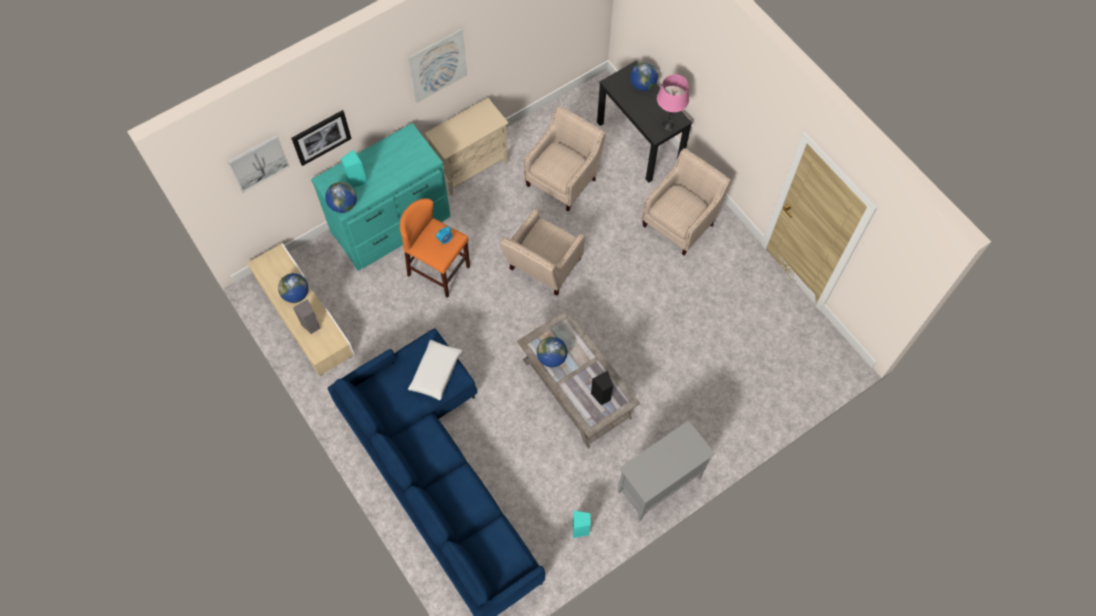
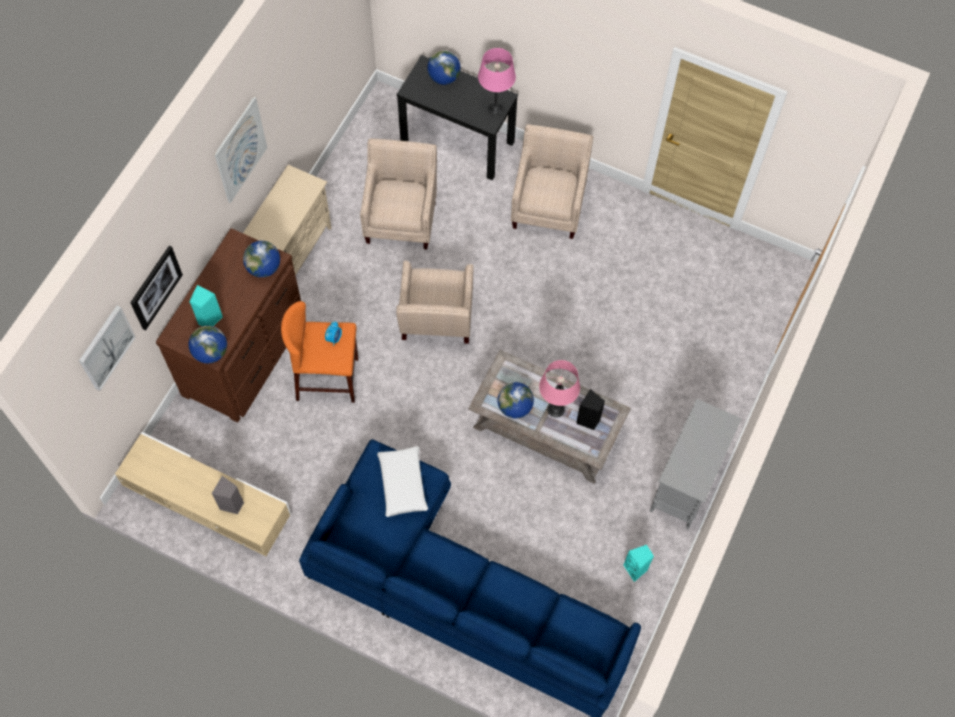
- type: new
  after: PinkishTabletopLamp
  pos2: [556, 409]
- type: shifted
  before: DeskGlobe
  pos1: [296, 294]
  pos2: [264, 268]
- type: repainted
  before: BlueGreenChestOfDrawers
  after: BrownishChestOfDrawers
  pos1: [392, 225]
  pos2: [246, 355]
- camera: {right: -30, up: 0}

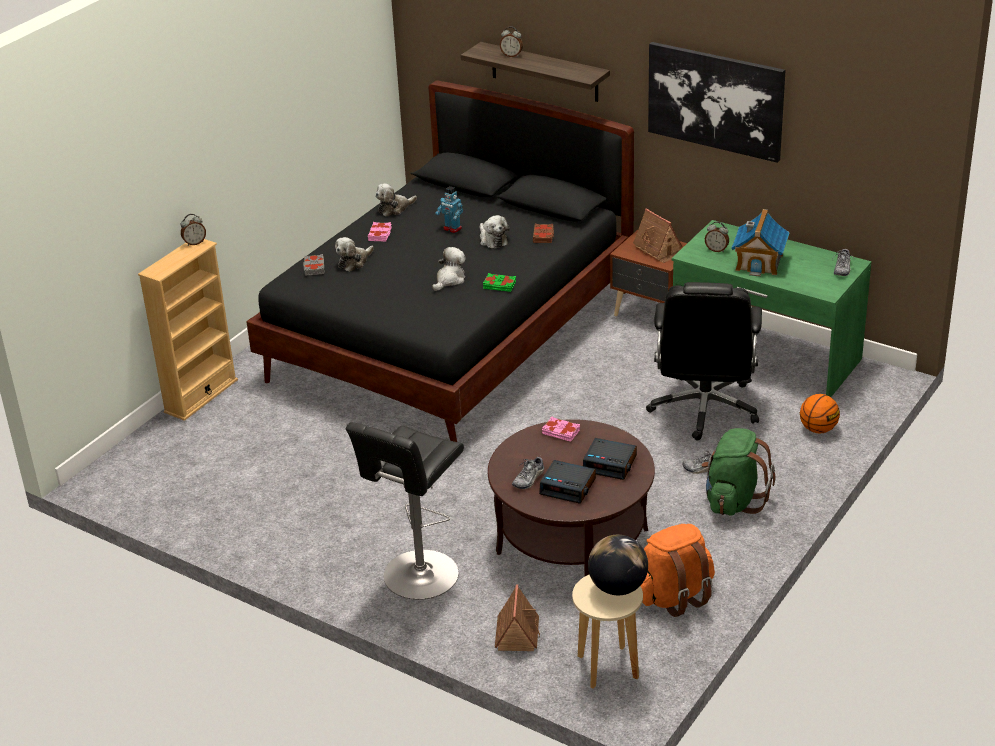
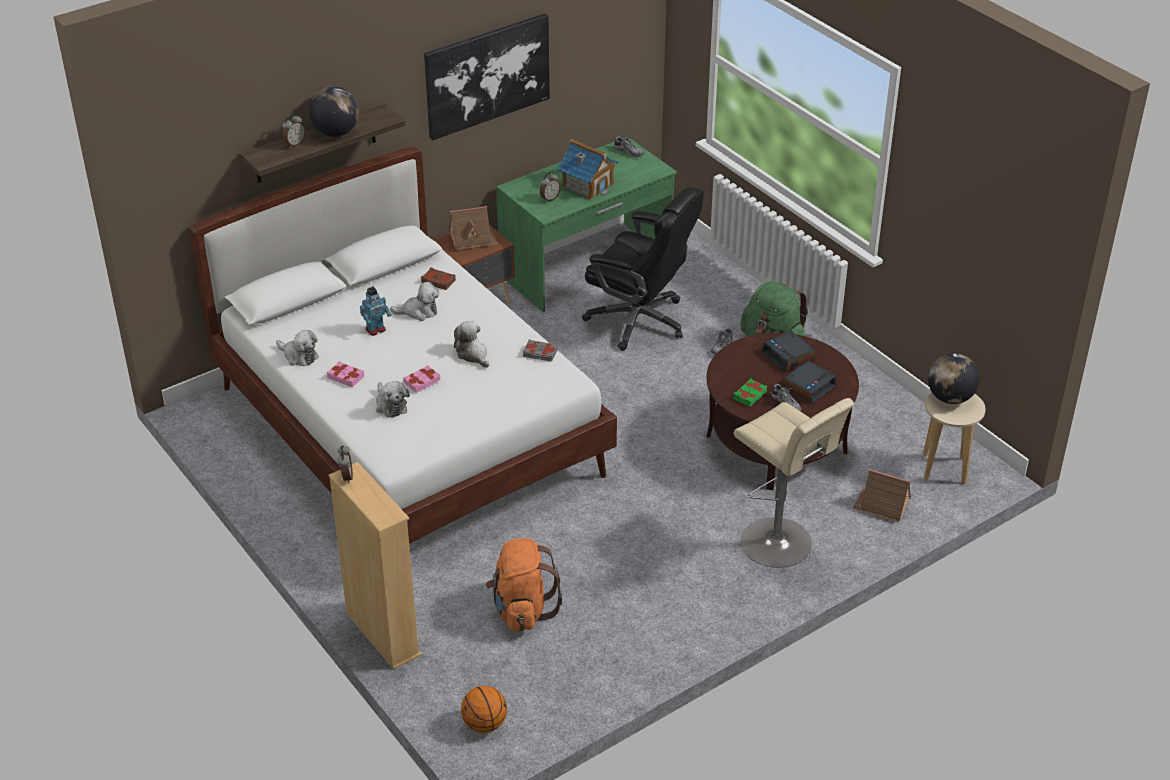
- type: new
  after: DeskGlobe
  pos2: [336, 133]
- type: shifted
  before: GrayBoundBook
  pos1: [314, 267]
  pos2: [540, 353]
- type: shifted
  before: GreenishBoundBook
  pos1: [499, 285]
  pos2: [750, 395]
- type: shifted
  before: PinkishBoundBook
  pos1: [560, 432]
  pos2: [422, 382]
- type: shifted
  before: OrangeyRucksack
  pos1: [673, 596]
  pos2: [522, 610]
- type: shifted
  before: BasketballBall
  pos1: [818, 429]
  pos2: [484, 724]
- type: repainted
  before: BlackishBedroomBed
  after: WhiteBedroomBed
  pos1: [451, 336]
  pos2: [410, 430]
- type: repainted
  before: BlackishStool
  after: BeigeColouredStool
  pos1: [418, 578]
  pos2: [780, 545]
- type: rotated
  before: SoftToy
  pos1: [394, 208]
  pos2: [299, 356]
  turn: -45
- type: rotated
  before: AlarmClock
  pos1: [610, 464]
  pos2: [789, 356]
  turn: 105
- camera: {right: -70, up: 5}

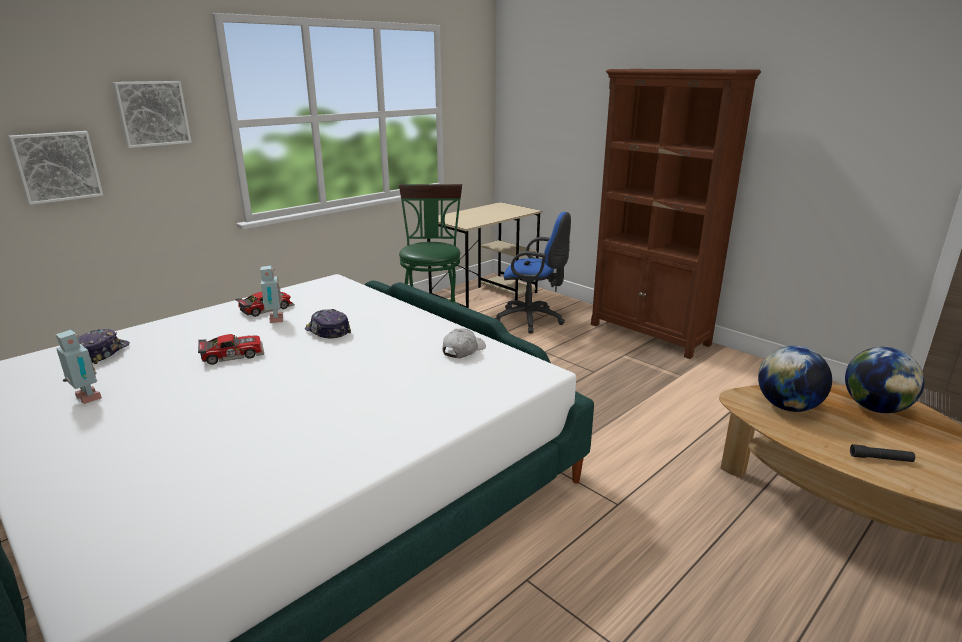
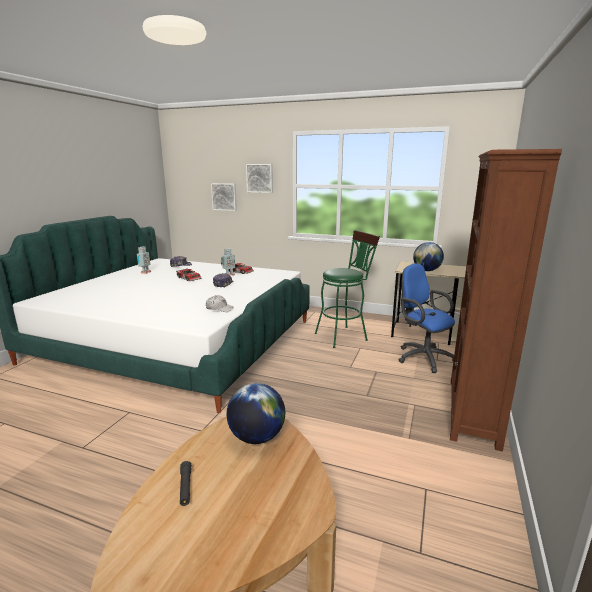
- type: shifted
  before: DeskGlobe
  pos1: [875, 408]
  pos2: [426, 270]
- type: rotated
  before: BlueDeskChair
  pos1: [532, 320]
  pos2: [422, 357]
  turn: 150
- camera: {right: 65, up: -5}

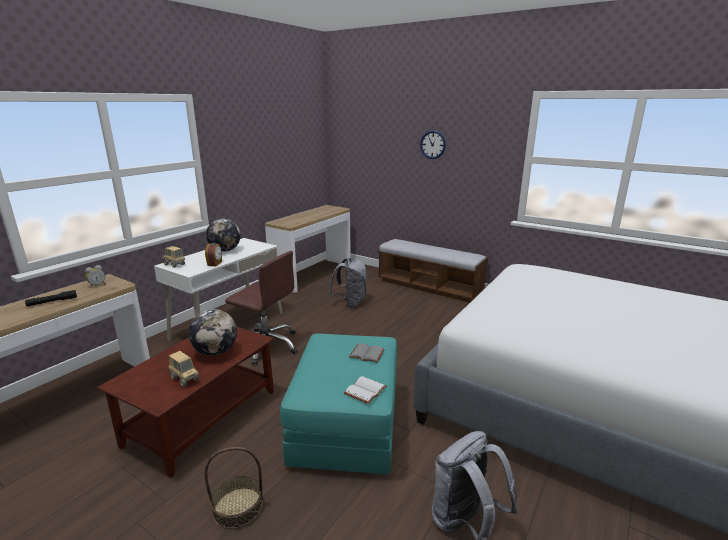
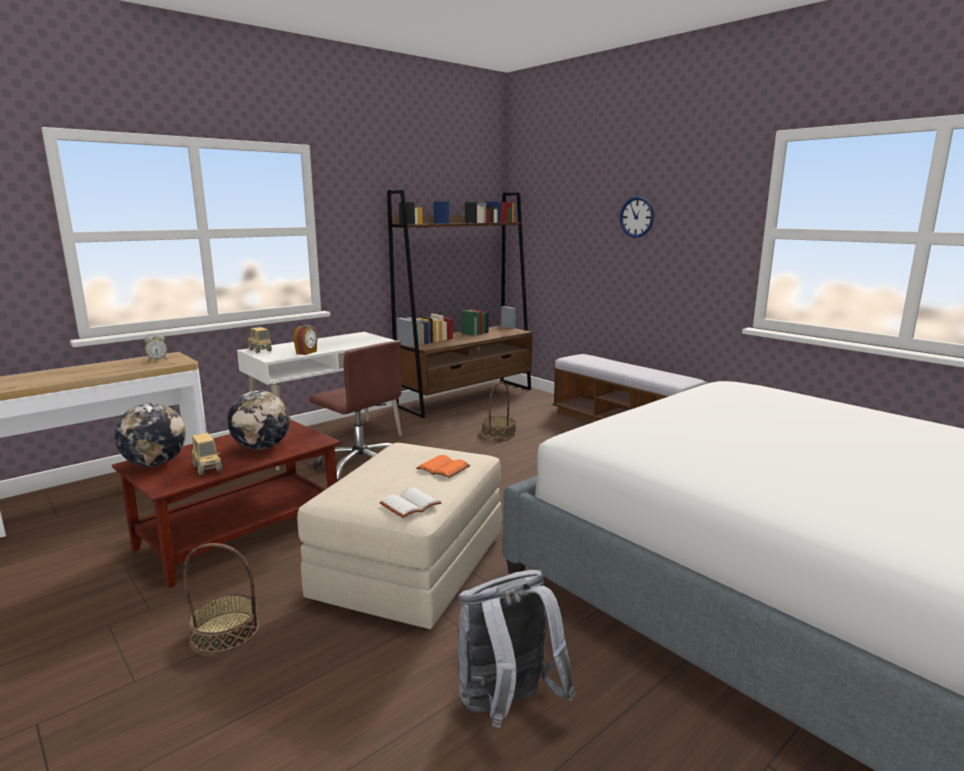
- type: gone
  before: BlackishHandTorch
  pos1: [52, 302]
- type: shifted
  before: DeskGlobe
  pos1: [225, 250]
  pos2: [155, 464]
- type: swapped
  before: HallTable
  after: BrownishBookcase
  pos1: [313, 275]
  pos2: [466, 397]
- type: swapped
  before: GrayRucksack
  after: HouseholdBasket
  pos1: [350, 302]
  pos2: [499, 432]
- type: repainted
  before: BlueGreenFootrest
  after: BeigeColouredFootrest
  pos1: [346, 424]
  pos2: [411, 566]
- type: repainted
  before: GrayBoundBook
  after: OrangeyBoundBook
  pos1: [367, 354]
  pos2: [444, 468]
- camera: {right: 15, up: -5}

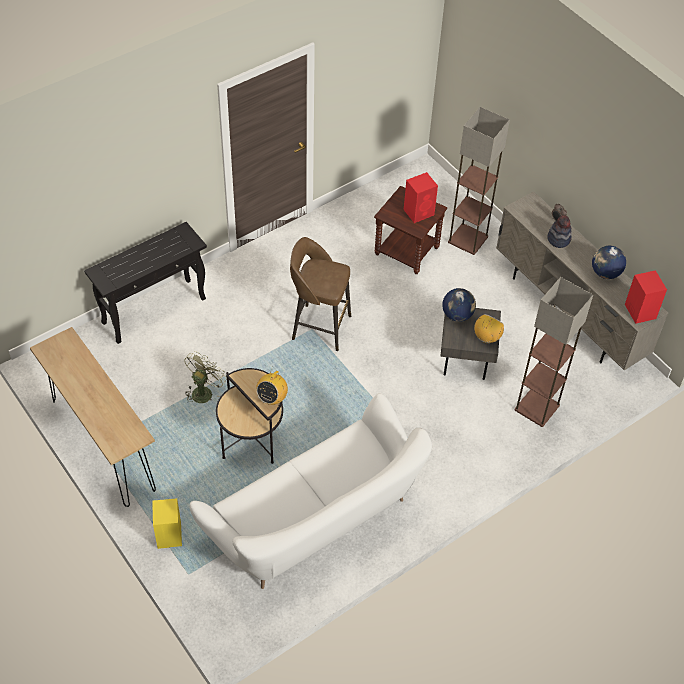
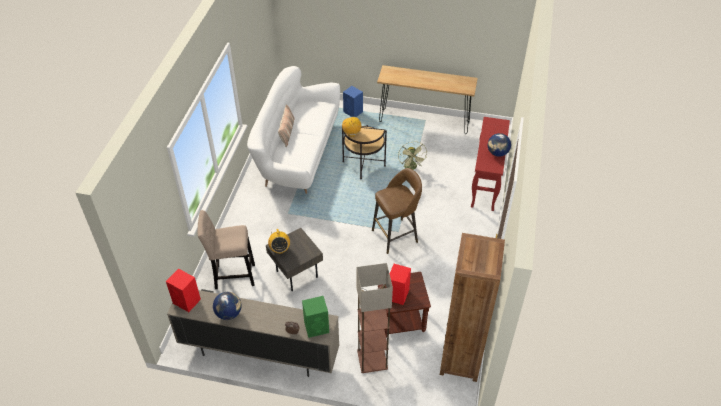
- type: gone
  before: WearableHat
  pos1: [558, 239]
- type: new
  after: Cushion
  pos2: [286, 132]
- type: new
  after: GreenishSpeaker
  pos2: [317, 327]
- type: new
  after: BrownishBookcase
  pos2: [461, 359]
- type: shifted
  before: DeskGlobe
  pos1: [457, 315]
  pos2: [497, 153]
- type: swapped
  before: StandingLamp
  after: BeigeColouredStool
  pos1: [537, 408]
  pos2: [232, 276]
- type: repainted
  before: BlackishHallTable
  after: ReddishHallTable
  pos1: [154, 310]
  pos2: [485, 185]
- type: repainted
  before: YellowishSpeaker
  after: BlueSpeaker
  pos1: [169, 534]
  pos2: [353, 112]
- camera: {right: 140, up: -5}

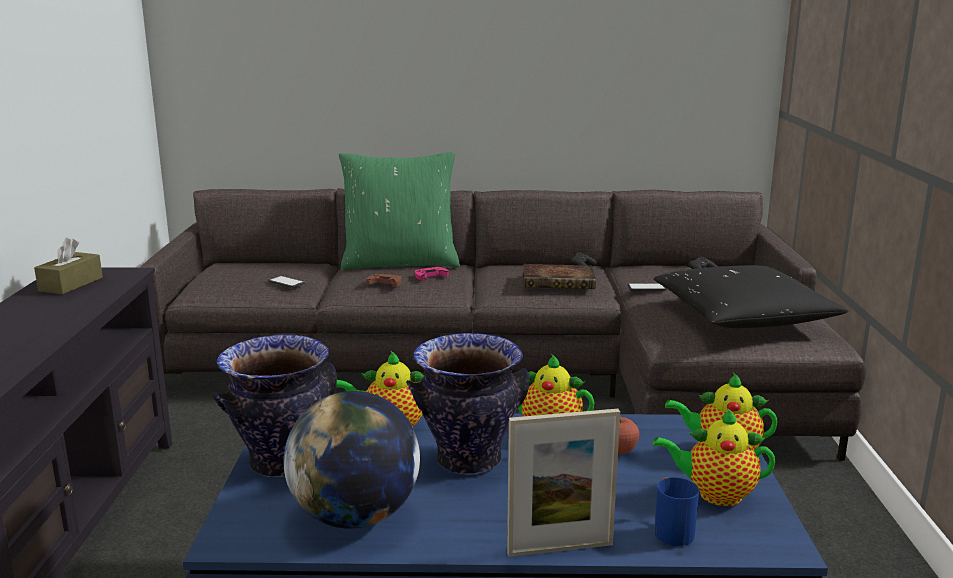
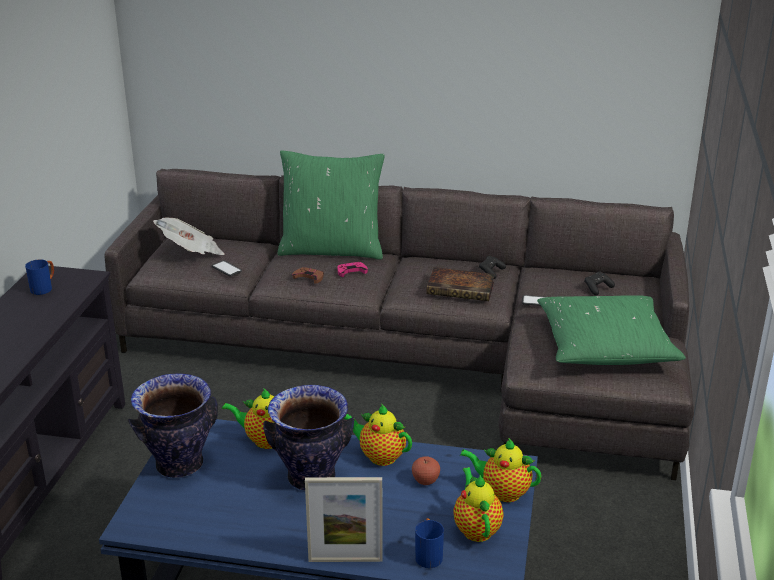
- type: gone
  before: DeskGlobe
  pos1: [355, 516]
- type: new
  after: Newspaper
  pos2: [191, 253]
- type: swapped
  before: BrownishTissueHolder
  after: BlueCoffeeMug
  pos1: [71, 284]
  pos2: [44, 288]
- type: repainted
  before: BlackishCushion
  after: GreenishCushion
  pos1: [742, 316]
  pos2: [605, 346]
- type: rotated
  before: TeaPot
  pos1: [715, 494]
  pos2: [476, 528]
  turn: 60
- camera: {right: 10, up: 10}

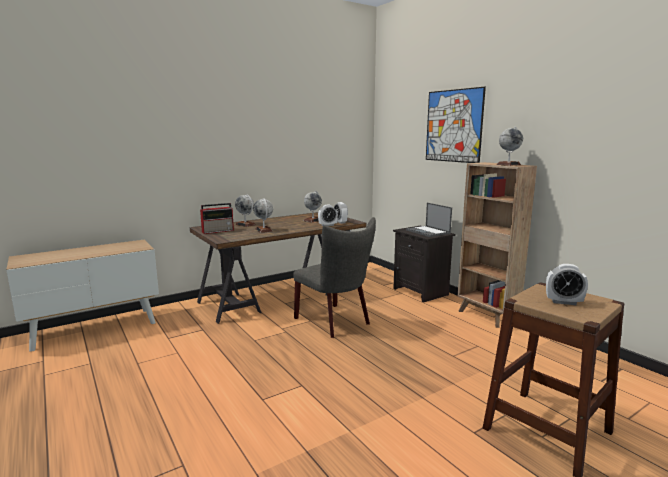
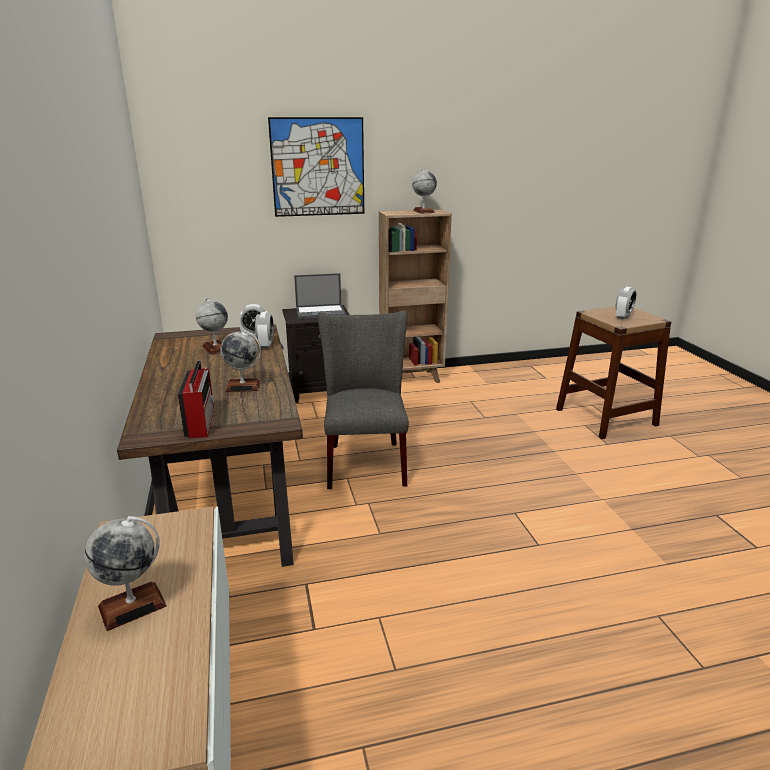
- type: shifted
  before: DeskGlobe
  pos1: [245, 224]
  pos2: [132, 606]
- type: rotated
  before: GrayUprightChair
  pos1: [335, 322]
  pos2: [365, 461]
  turn: -75
- camera: {right: -70, up: 10}

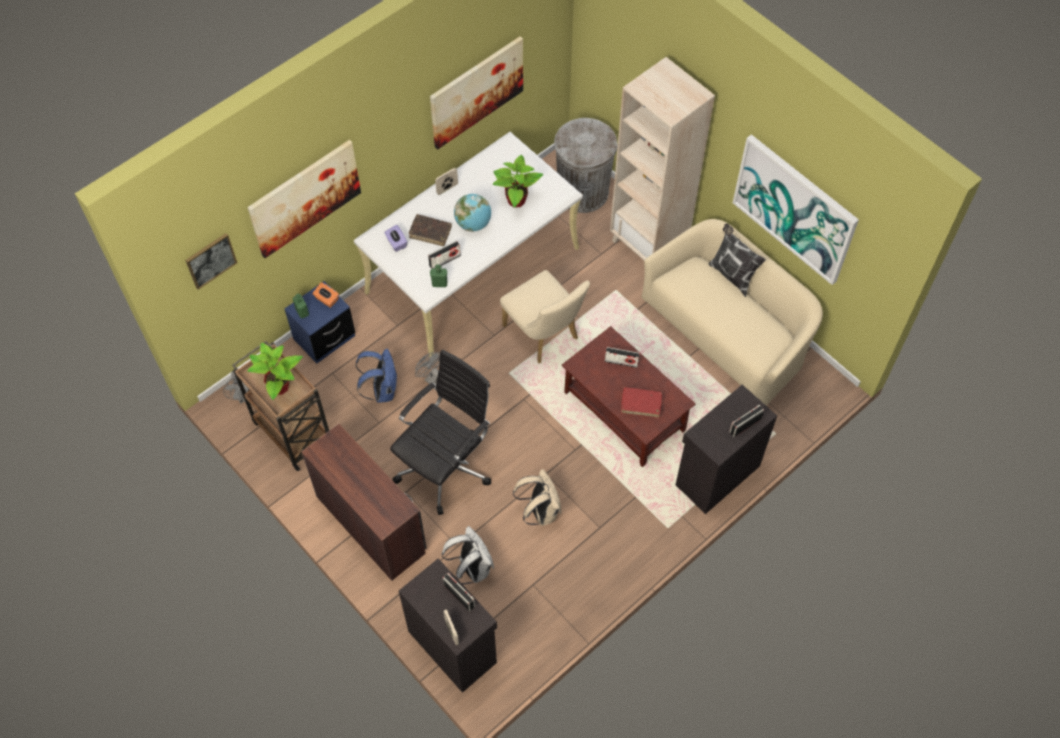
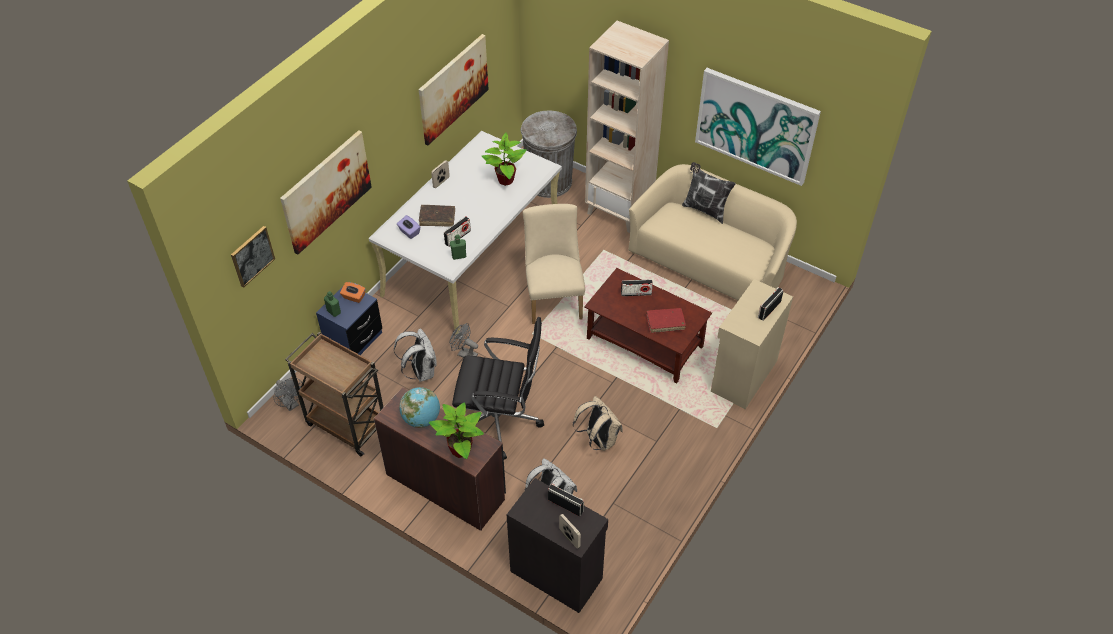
- type: shifted
  before: PottedPlant
  pos1: [280, 387]
  pos2: [461, 450]
- type: shifted
  before: DeskGlobe
  pos1: [473, 224]
  pos2: [421, 419]
- type: repainted
  before: BlueRucksack
  after: WhiteRucksack
  pos1: [382, 390]
  pos2: [421, 371]
- type: repainted
  before: BlackishCabinet
  after: BeigeColouredCabinet
  pos1: [716, 475]
  pos2: [742, 376]
- type: rotated
  before: BlackishDeskChair
  pos1: [446, 466]
  pos2: [500, 421]
  turn: 75
- type: rotated
  before: BeigeColouredUprightChair
  pos1: [544, 335]
  pos2: [553, 297]
  turn: -135
- camera: {right: -15, up: -10}

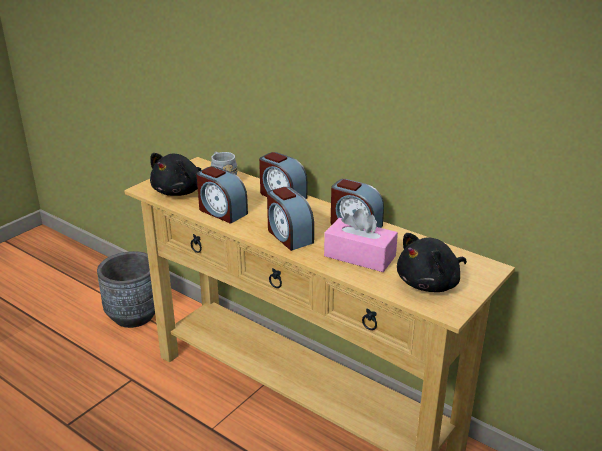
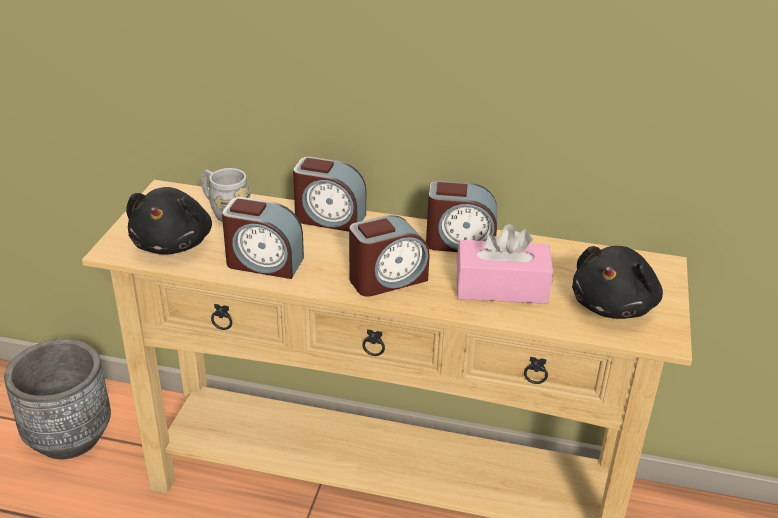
- type: rotated
  before: AlarmClock
  pos1: [289, 236]
  pos2: [387, 279]
  turn: -60
- camera: {right: -25, up: 5}

